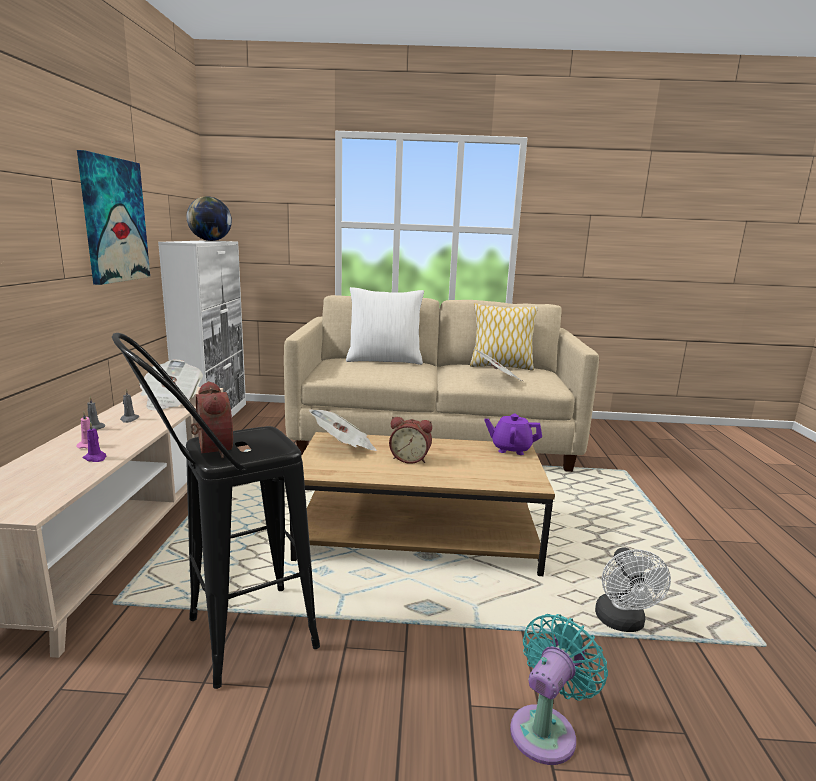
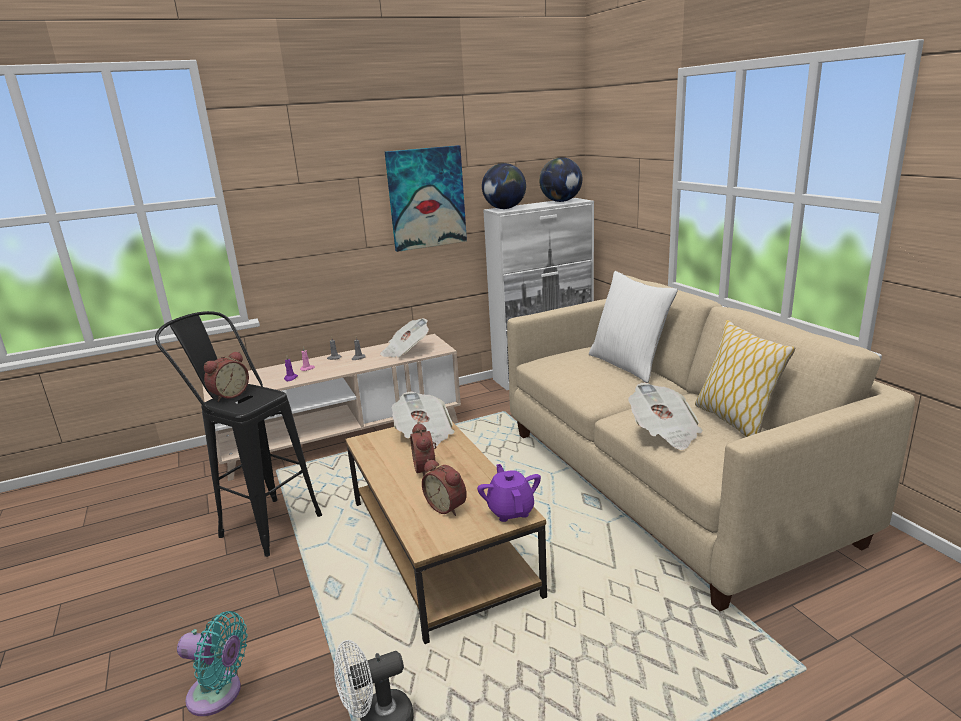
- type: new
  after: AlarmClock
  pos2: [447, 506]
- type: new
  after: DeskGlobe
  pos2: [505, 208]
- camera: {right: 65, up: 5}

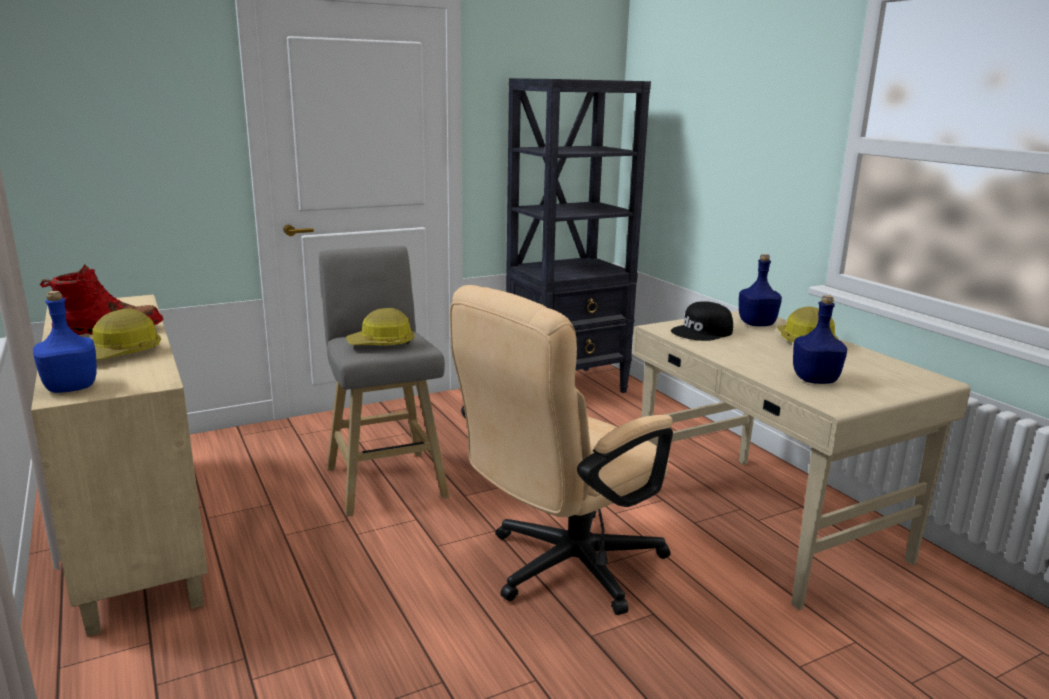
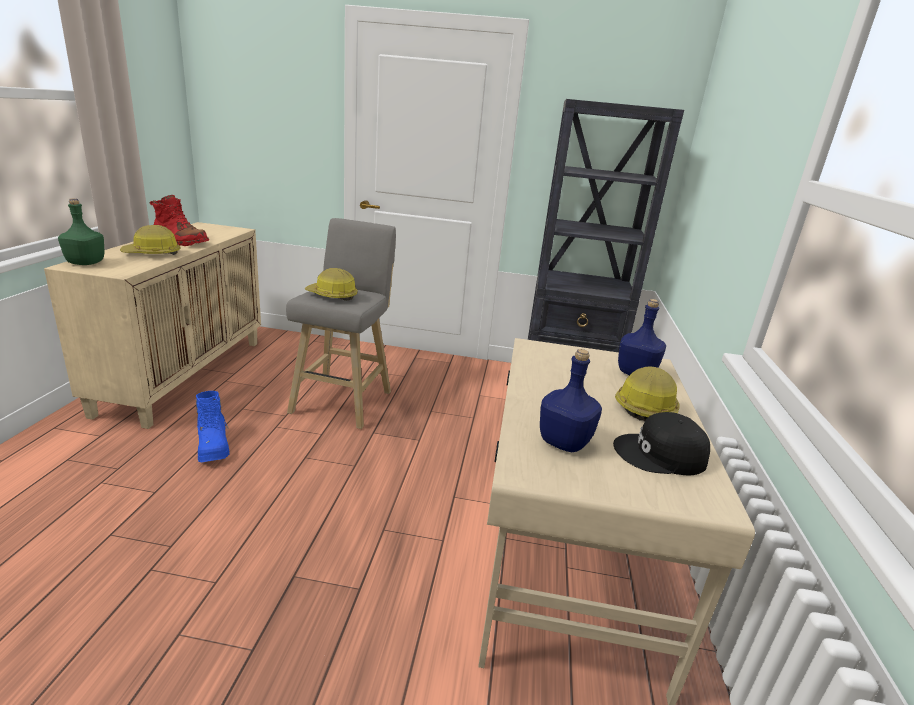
- type: gone
  before: BeigeColouredDeskChair
  pos1: [561, 569]
- type: new
  after: BlueBoot
  pos2: [213, 446]
- type: shifted
  before: BlackishPeakedCap
  pos1: [702, 332]
  pos2: [660, 455]
- type: repainted
  before: BlueBeverageBottle
  after: GreenishBeverageBottle
  pos1: [71, 387]
  pos2: [86, 263]
- camera: {right: 35, up: 5}

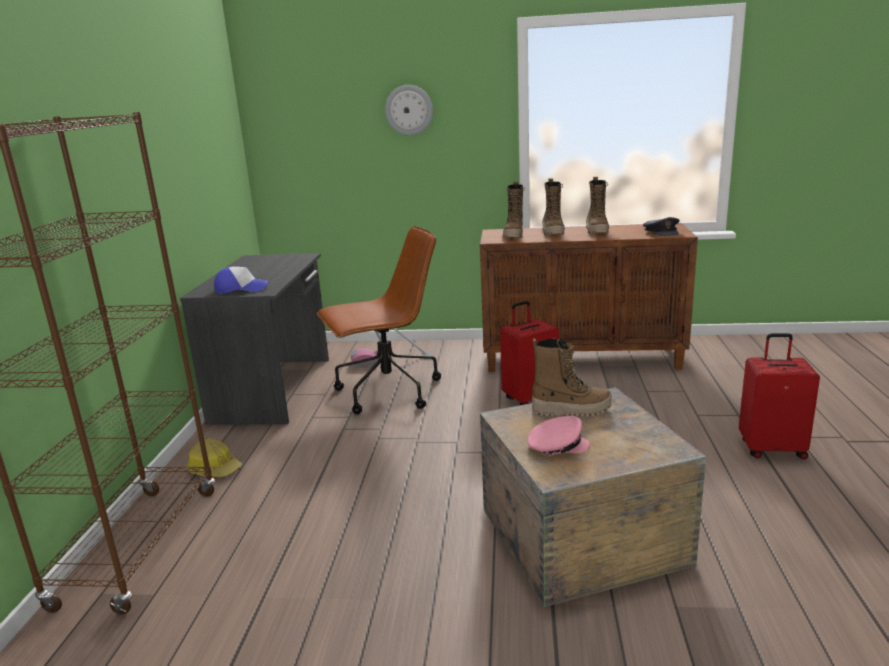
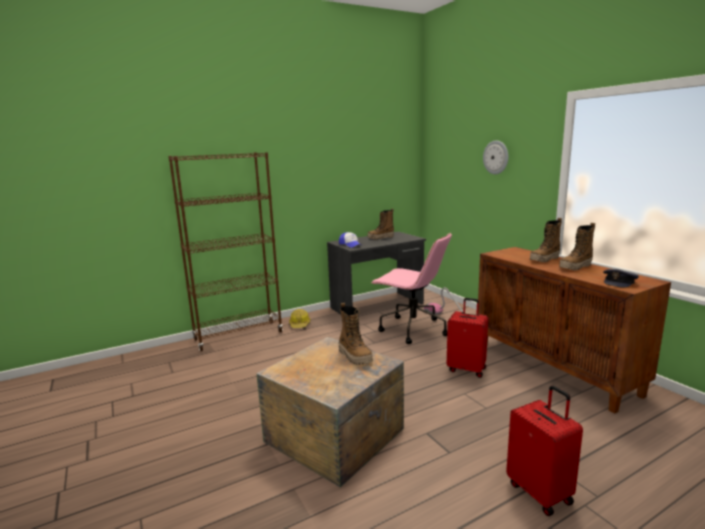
- type: gone
  before: PinkishPeakedCap
  pos1: [556, 446]
- type: shifted
  before: Boot
  pos1: [514, 235]
  pos2: [380, 238]
- type: repainted
  before: BrownishDeskChair
  after: PinkishDeskChair
  pos1: [386, 392]
  pos2: [412, 329]
- camera: {right: 55, up: -5}

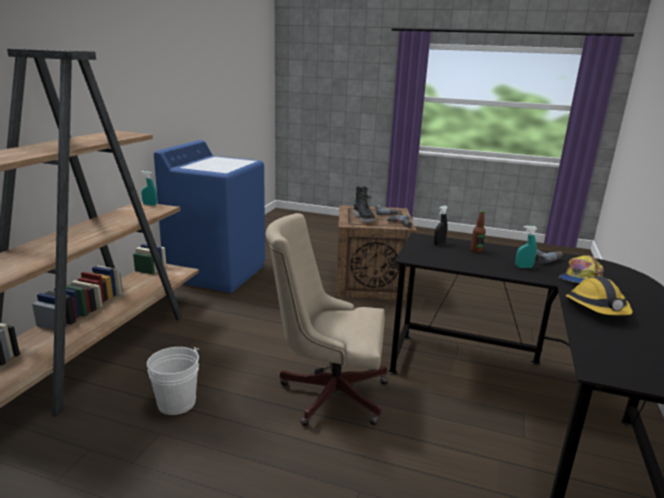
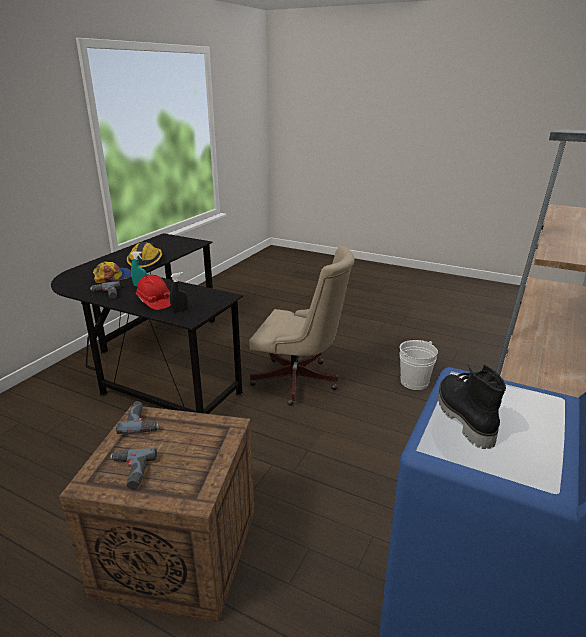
- type: gone
  before: BlueGreenHandSprayer
  pos1: [150, 204]
- type: shifted
  before: BlackishBoot
  pos1: [364, 219]
  pos2: [462, 417]
- type: swapped
  before: BeverageBottle
  after: ReddishHardHat
  pos1: [476, 250]
  pos2: [154, 302]
- camera: {right: -170, up: 5}

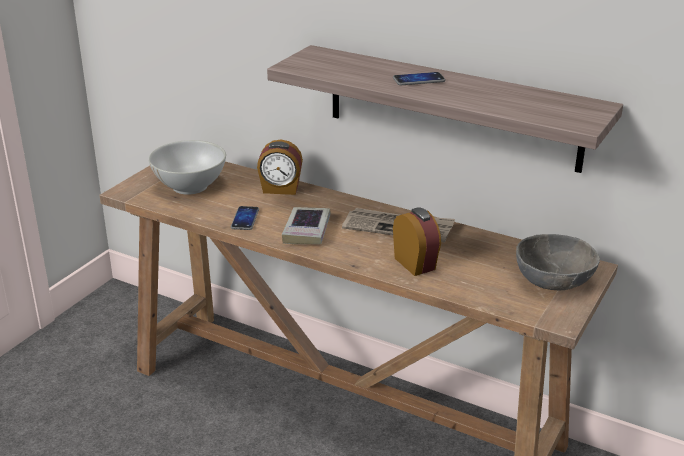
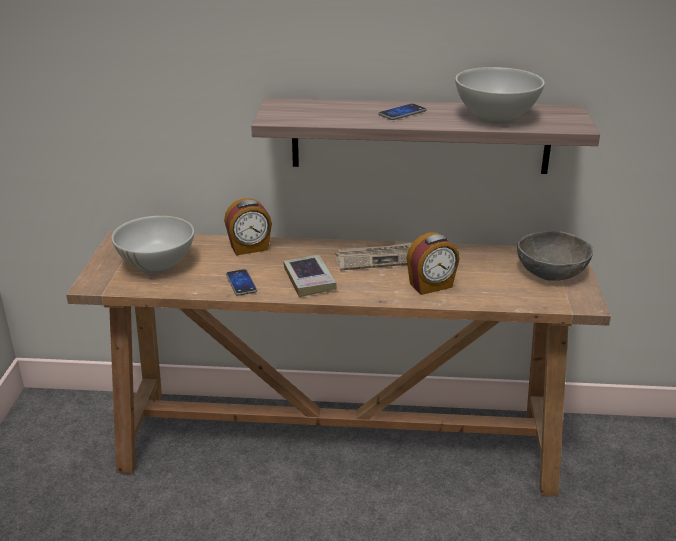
- type: new
  after: WhiteDeepDish
  pos2: [495, 117]
- type: rotated
  before: AlarmClock
  pos1: [415, 263]
  pos2: [431, 286]
  turn: 120
- camera: {right: -25, up: 0}

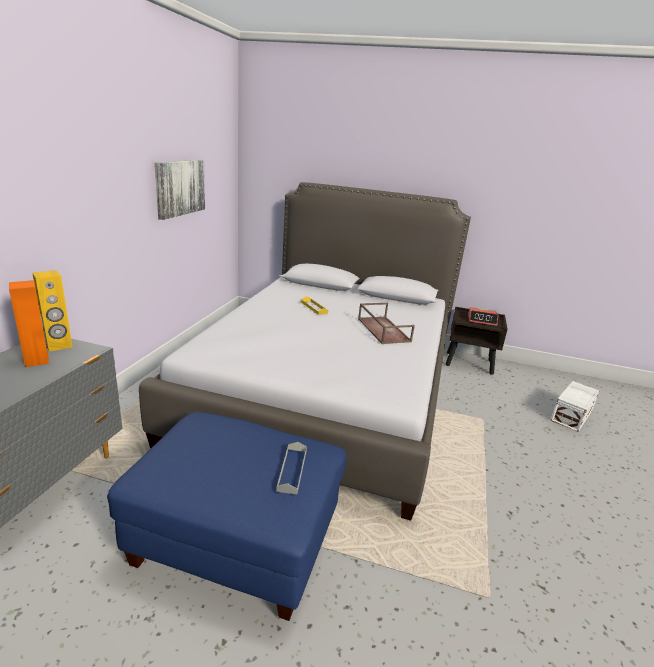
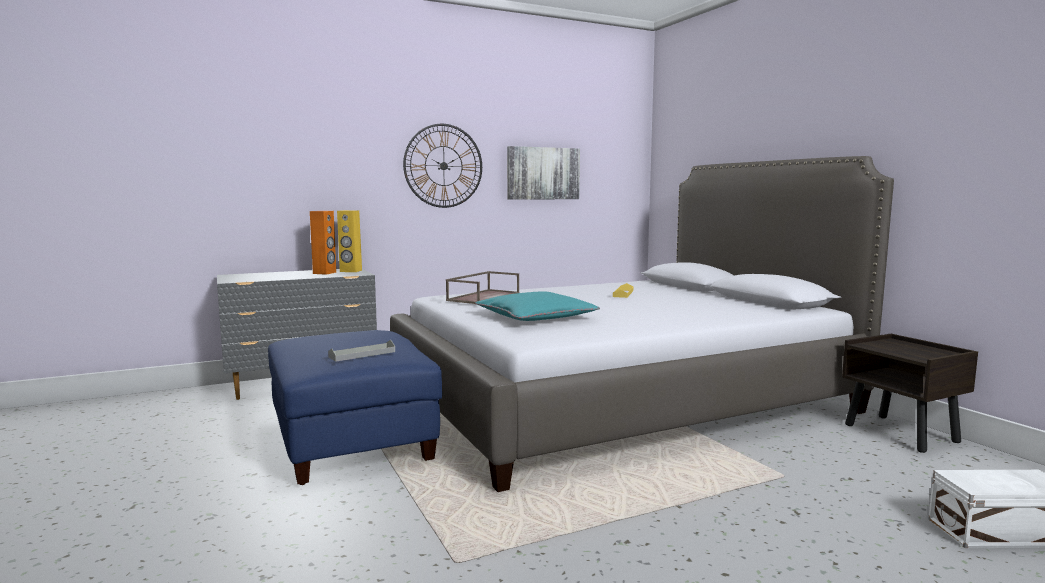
- type: gone
  before: AlarmClock
  pos1: [482, 320]
- type: new
  after: ClockOnTheWall
  pos2: [443, 166]
- type: new
  after: BlueGreenCushion
  pos2: [536, 317]
- type: shifted
  before: BrownishServingTray
  pos1: [382, 329]
  pos2: [483, 297]
- camera: {right: 50, up: -15}

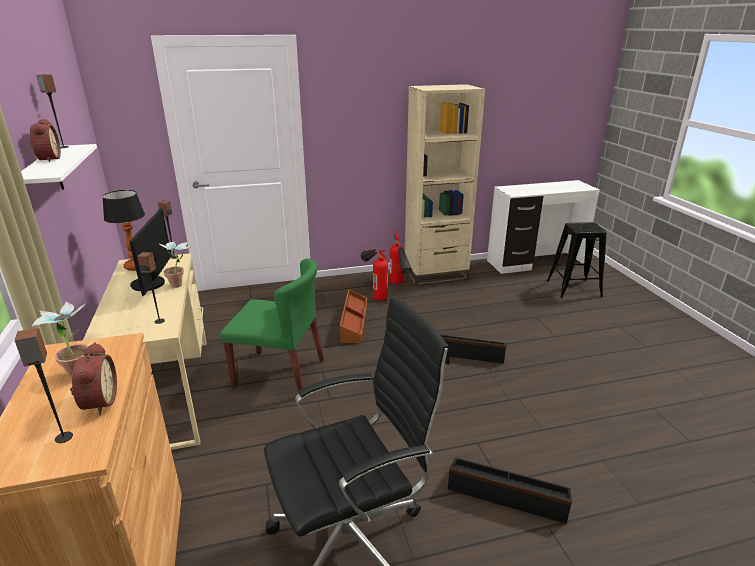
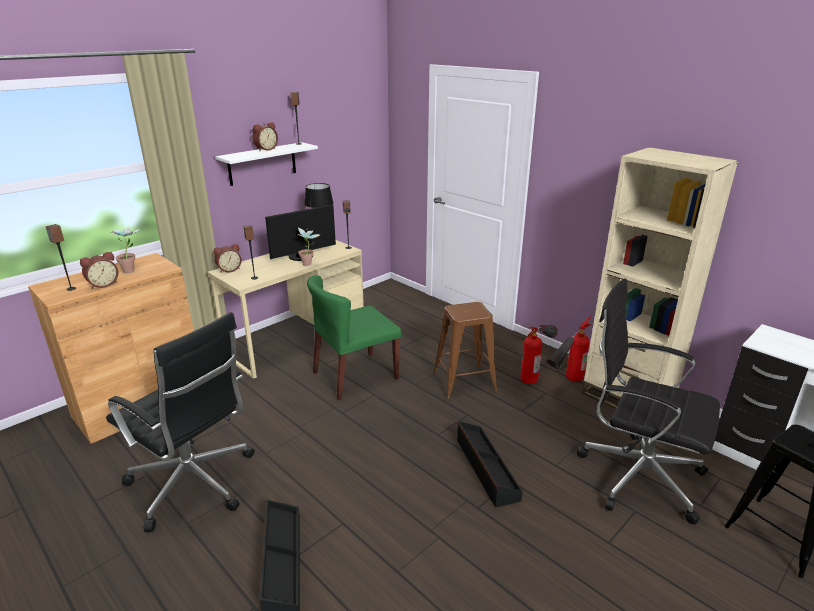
- type: new
  after: AlarmClock
  pos2: [229, 269]
- type: new
  after: BlackishDeskChair
  pos2: [636, 475]
- type: swapped
  before: BrownishStorageBin
  after: BrownishStool
  pos1: [353, 323]
  pos2: [464, 381]
- type: rotated
  before: GreenishUprightChair
  pos1: [280, 373]
  pos2: [355, 376]
  turn: 75
- camera: {right: 60, up: 0}

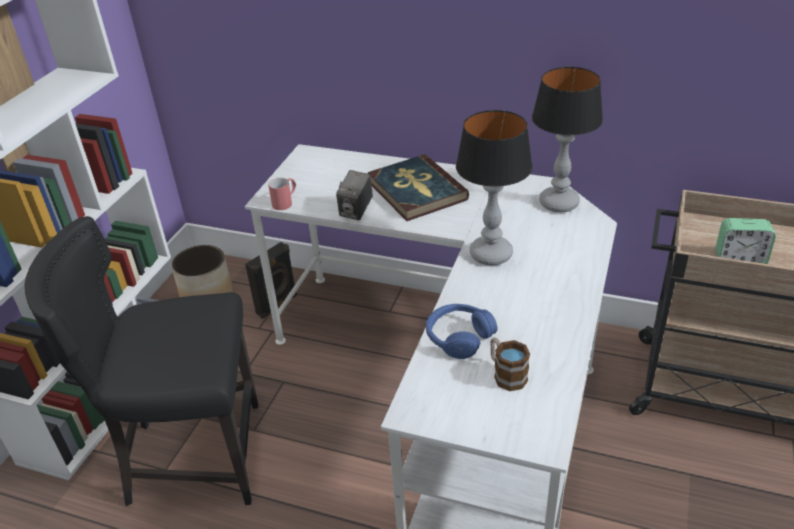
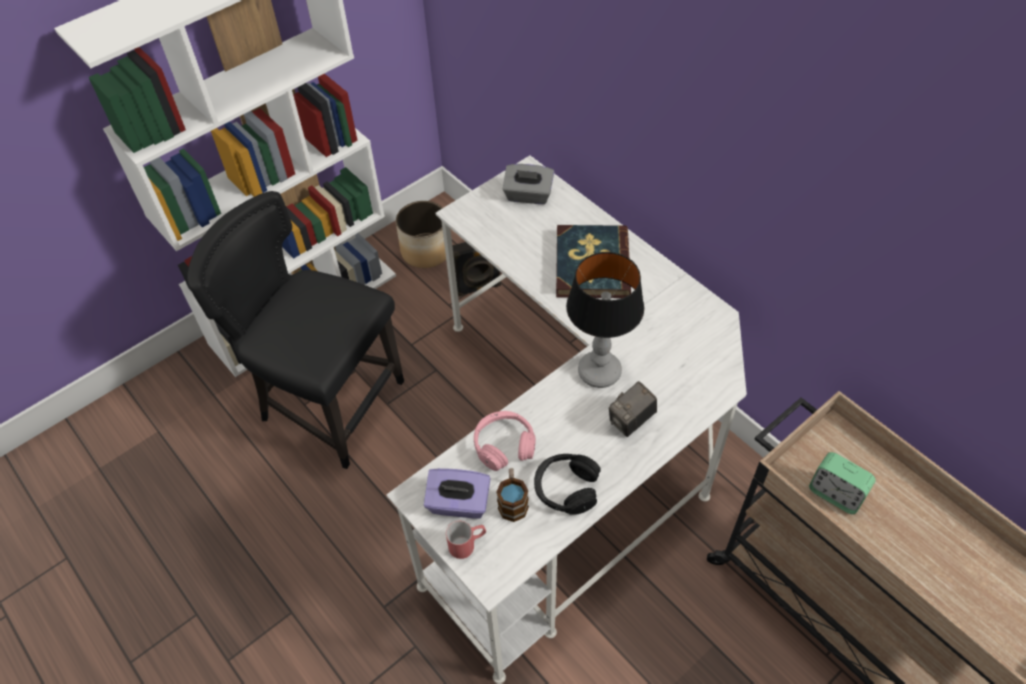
- type: gone
  before: TabletopLamp
  pos1: [558, 203]
- type: new
  after: PurplishTissueHolder
  pos2: [458, 504]
- type: new
  after: GrayTissueHolder
  pos2: [528, 195]
- type: new
  after: BlackishHeadphones
  pos2: [566, 488]
- type: shifted
  before: ReddishCoffeeMug
  pos1: [285, 202]
  pos2: [467, 544]
- type: shifted
  before: StillCamera
  pos1: [356, 211]
  pos2: [631, 421]
- type: repainted
  before: BlueHeadphones
  after: PinkishHeadphones
  pos1: [459, 337]
  pos2: [504, 445]
- camera: {right: 30, up: 15}

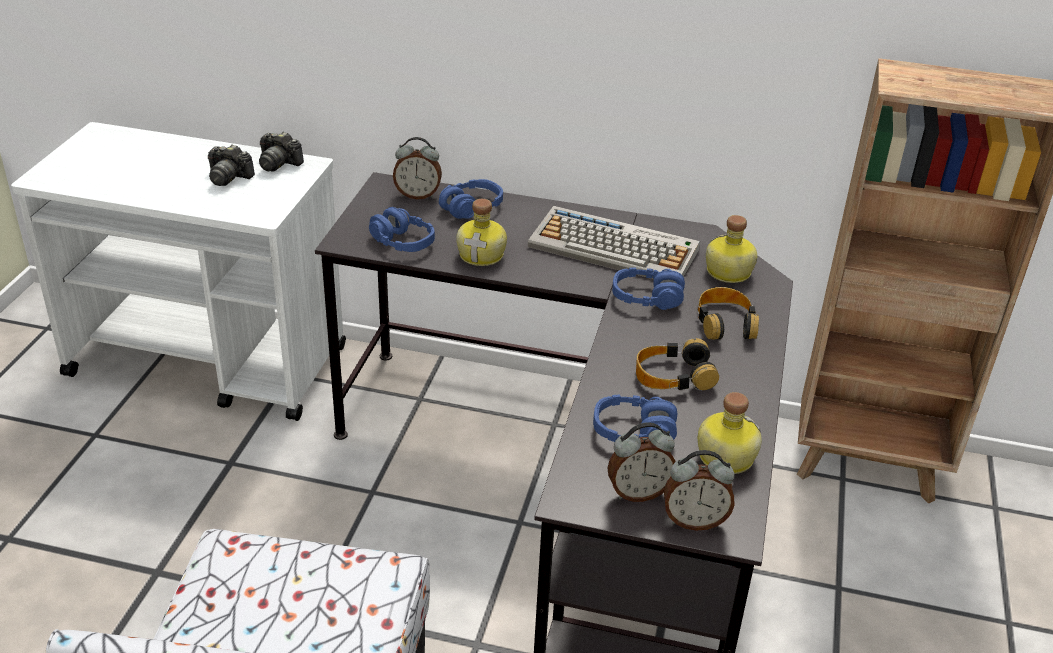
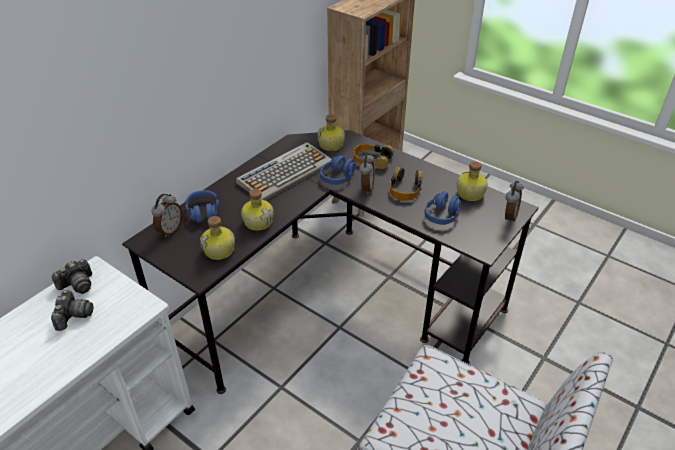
- type: shifted
  before: AlarmClock
  pos1: [638, 492]
  pos2: [366, 188]
- type: swapped
  before: BlueHeadphones
  after: BeverageBottle
  pos1: [402, 242]
  pos2: [220, 250]
- type: rotated
  before: StillCamera
  pos1: [228, 177]
  pos2: [73, 316]
  turn: -45
- camera: {right: -65, up: 5}

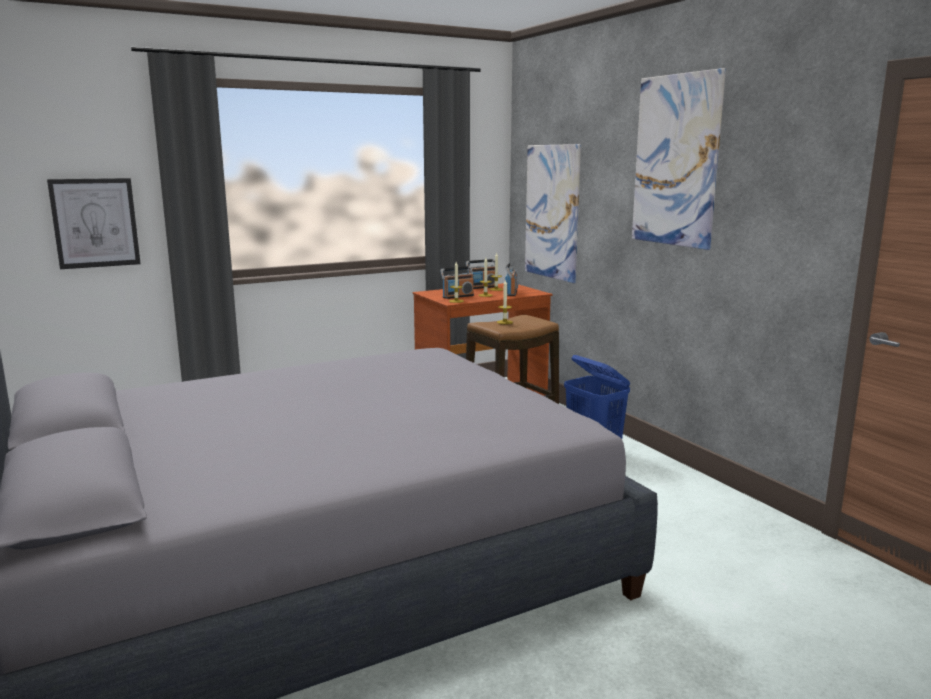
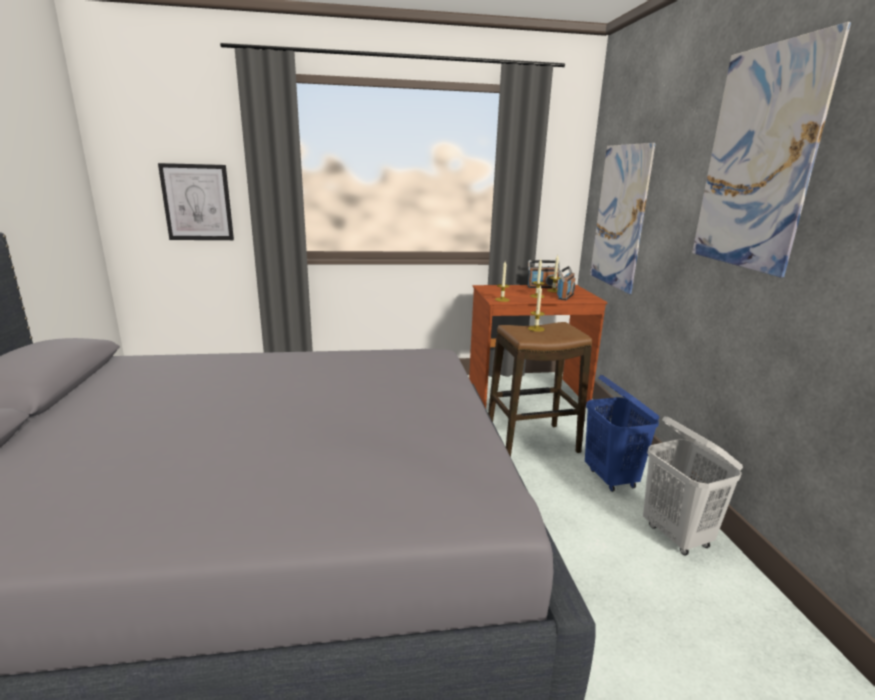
- type: gone
  before: RadioSet
  pos1: [458, 296]
- type: new
  after: WhiteLaundryBasket
  pos2: [676, 536]
- camera: {right: 20, up: 5}

